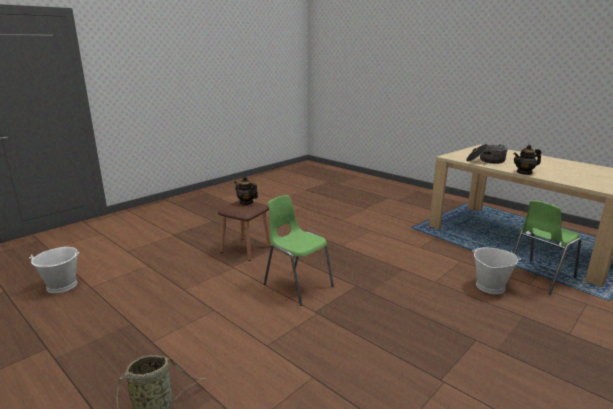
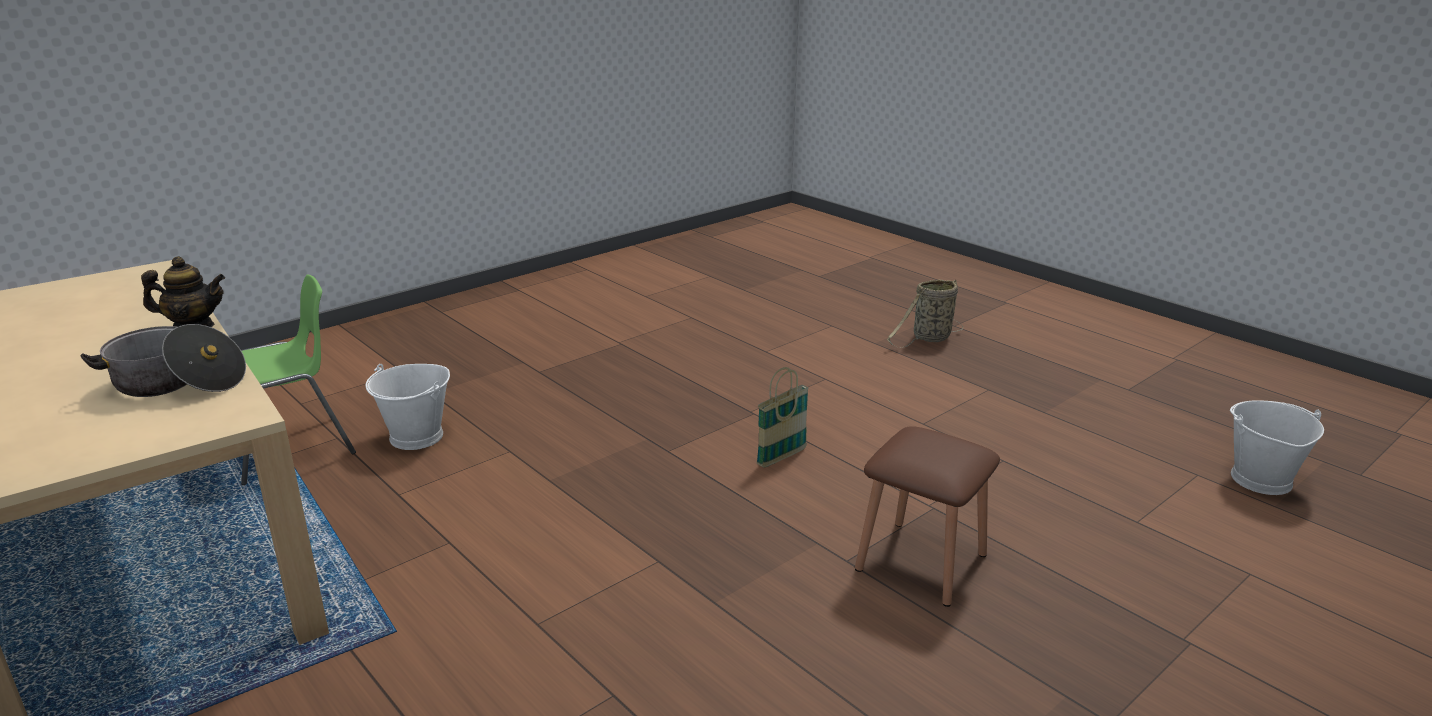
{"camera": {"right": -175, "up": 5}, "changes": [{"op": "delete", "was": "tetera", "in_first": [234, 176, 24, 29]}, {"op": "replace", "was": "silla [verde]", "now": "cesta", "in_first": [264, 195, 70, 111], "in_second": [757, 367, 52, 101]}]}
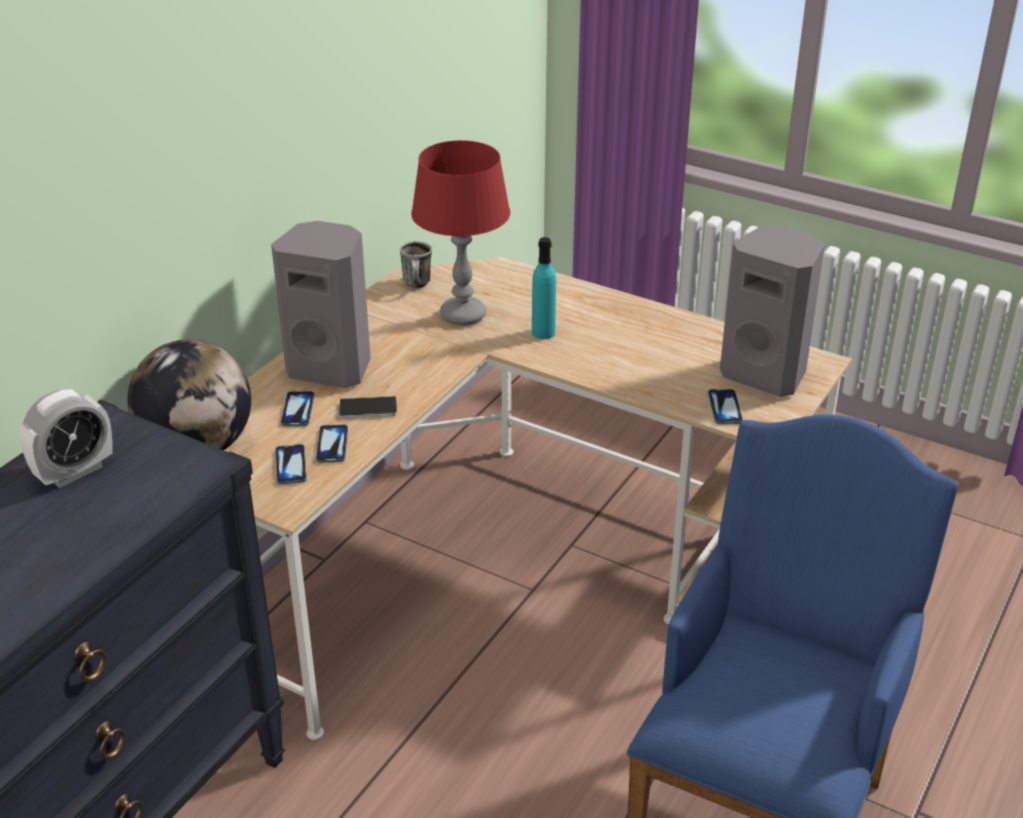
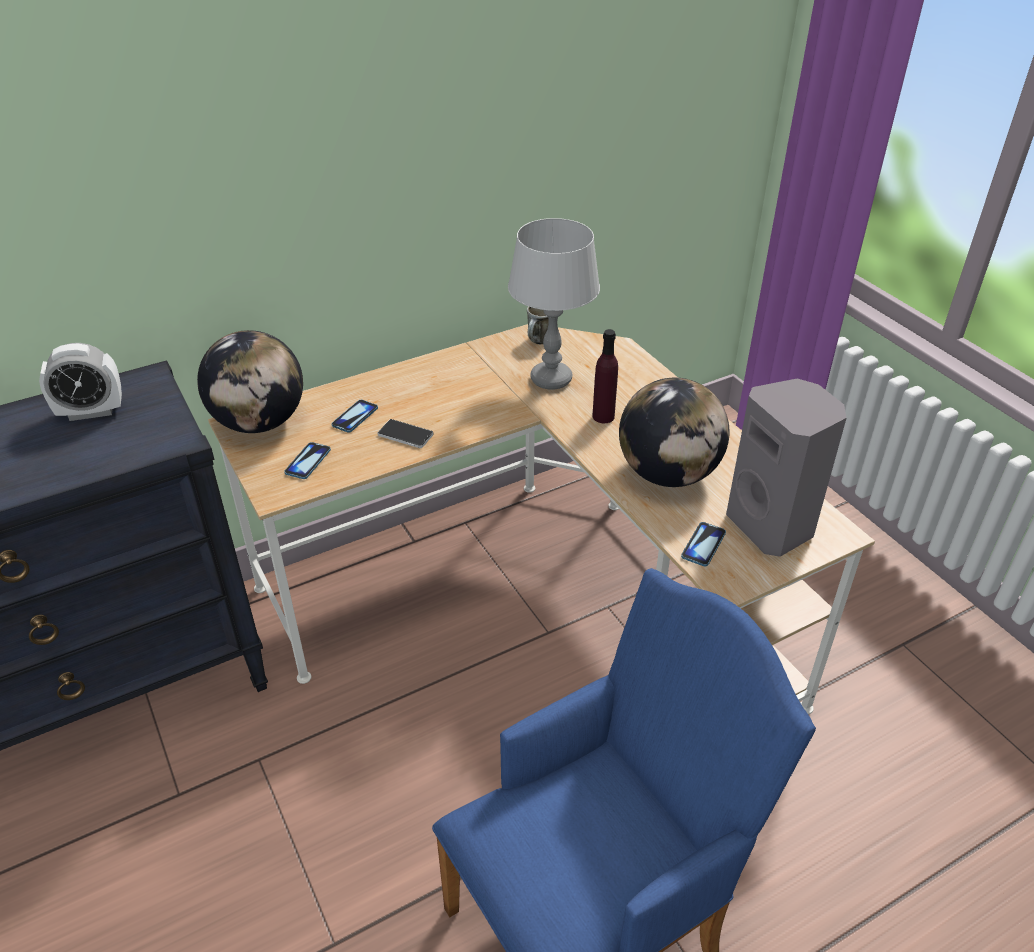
{"camera": {"right": 30, "up": 5}, "changes": [{"op": "delete", "was": "altavoz [gris]", "in_first": [271, 221, 100, 167]}, {"op": "delete", "was": "móvil", "in_first": [316, 425, 32, 37]}, {"op": "insert", "now": "globo terráqueo", "in_second": [619, 378, 110, 109]}, {"op": "recolor", "was": "lámpara de mesa [rojo]", "now": "lámpara de mesa [gris]", "in_first": [411, 140, 99, 186], "in_second": [508, 218, 92, 172]}, {"op": "recolor", "was": "botella [turquesa]", "now": "botella [morado]", "in_first": [532, 237, 24, 102], "in_second": [593, 329, 25, 94]}]}
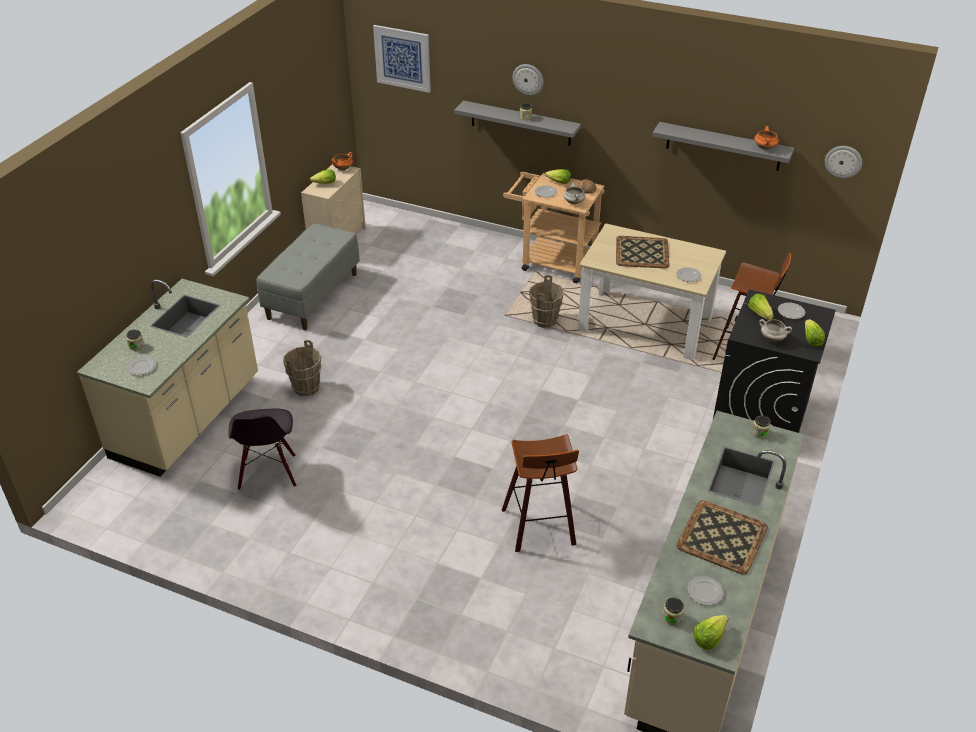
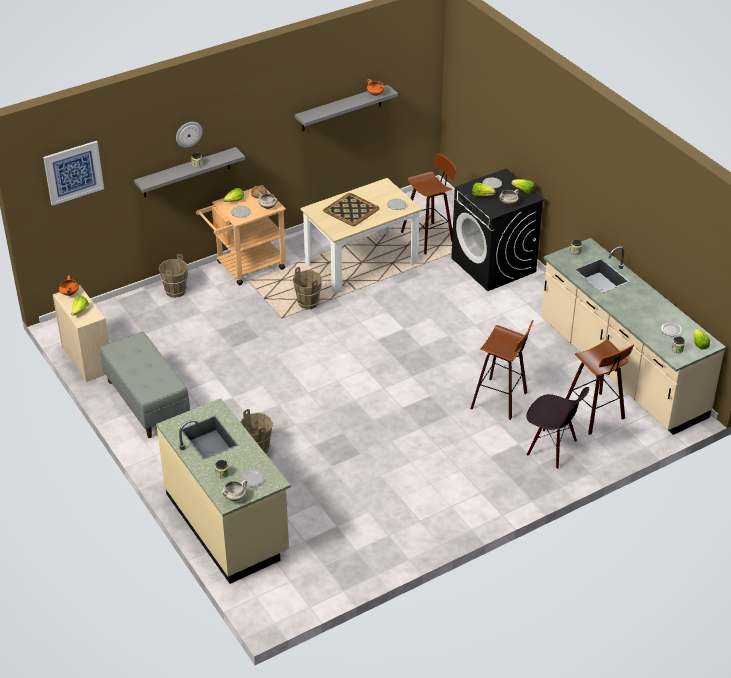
{"camera": {"right": -55, "up": 0}, "changes": [{"op": "delete", "was": "bandeja", "in_first": [676, 500, 92, 74]}, {"op": "delete", "was": "reloj de pared", "in_first": [825, 146, 37, 32]}, {"op": "insert", "now": "cubo [marrón]", "in_second": [159, 254, 29, 44]}, {"op": "insert", "now": "olla [blanco]", "in_second": [222, 480, 25, 21]}, {"op": "insert", "now": "taburete", "in_second": [566, 339, 68, 96]}, {"op": "move", "was": "silla [negro]", "in_first": [229, 409, 67, 81], "in_second": [526, 387, 63, 82]}]}
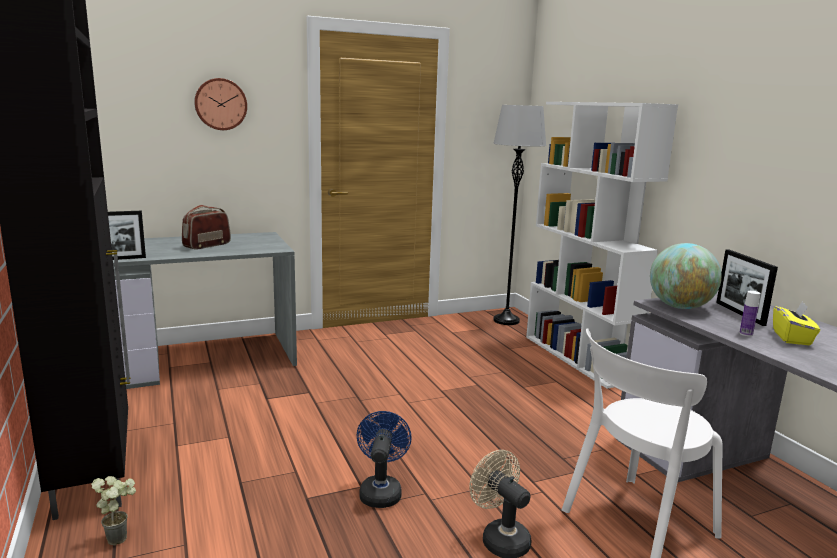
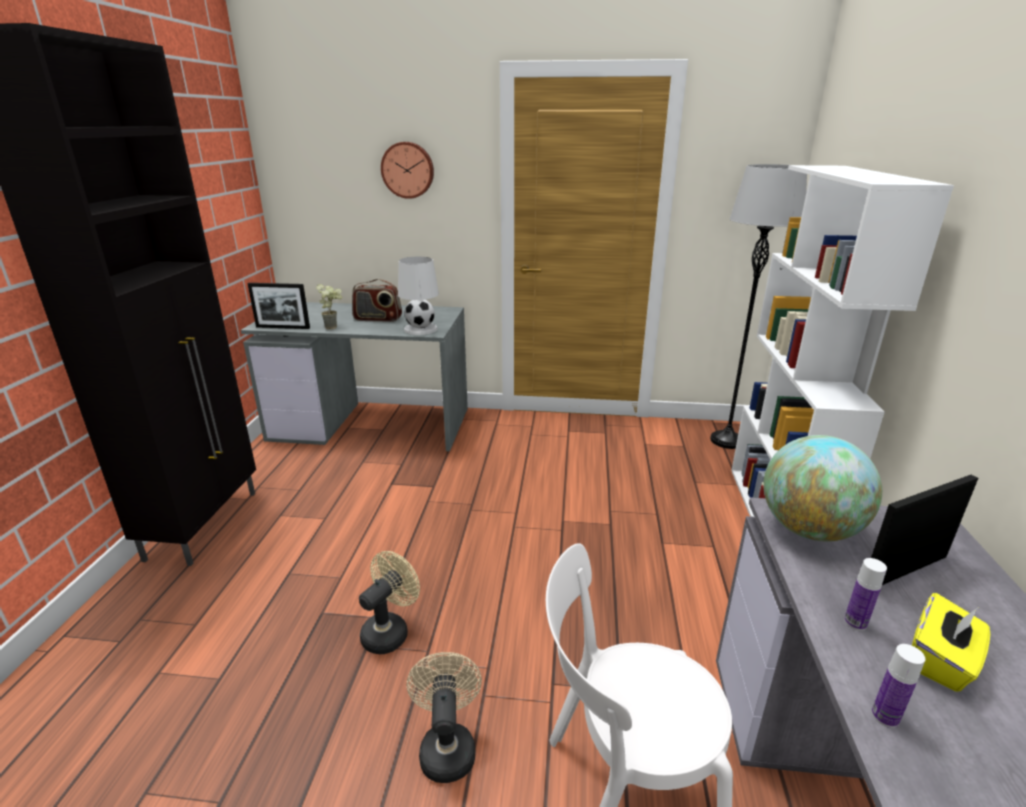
{"camera": {"right": 30, "up": 10}, "changes": [{"op": "insert", "now": "lámpara de mesa [blanco]", "in_second": [398, 257, 41, 78]}, {"op": "insert", "now": "botella", "in_second": [871, 644, 54, 84]}, {"op": "move", "was": "planta en maceta", "in_first": [91, 476, 45, 69], "in_second": [316, 284, 26, 45]}, {"op": "recolor", "was": "ventilador [azul]", "now": "ventilador [beis]", "in_first": [357, 411, 55, 97], "in_second": [359, 551, 61, 103]}, {"op": "rotate", "was": "radio", "in_first": [182, 205, 49, 44], "in_second": [352, 279, 50, 43], "clockwise": -150}, {"op": "rotate", "was": "portarretratos", "in_first": [716, 249, 62, 77], "in_second": [871, 475, 107, 110], "clockwise": 45}]}
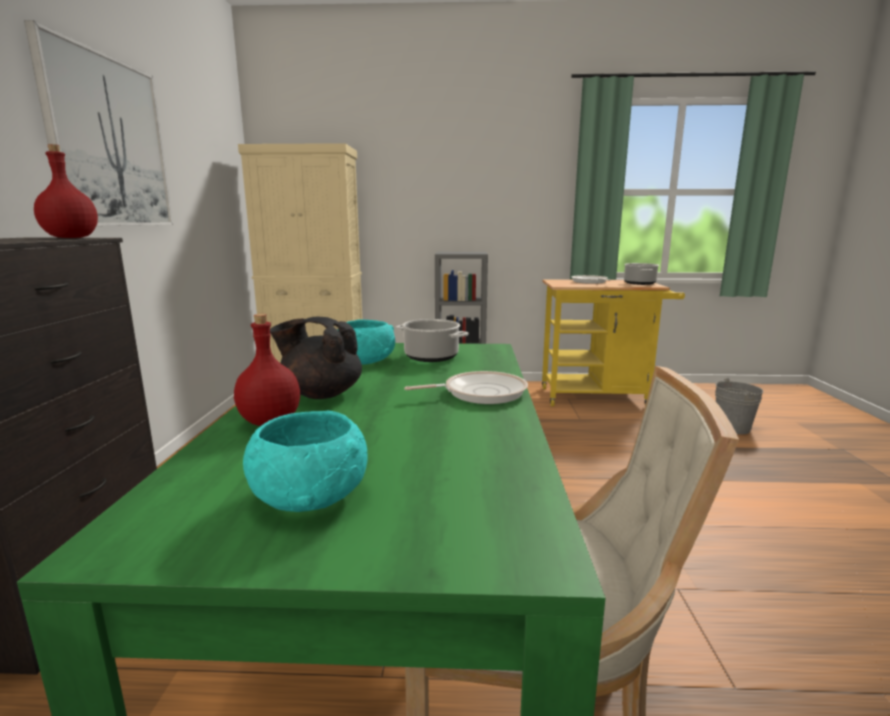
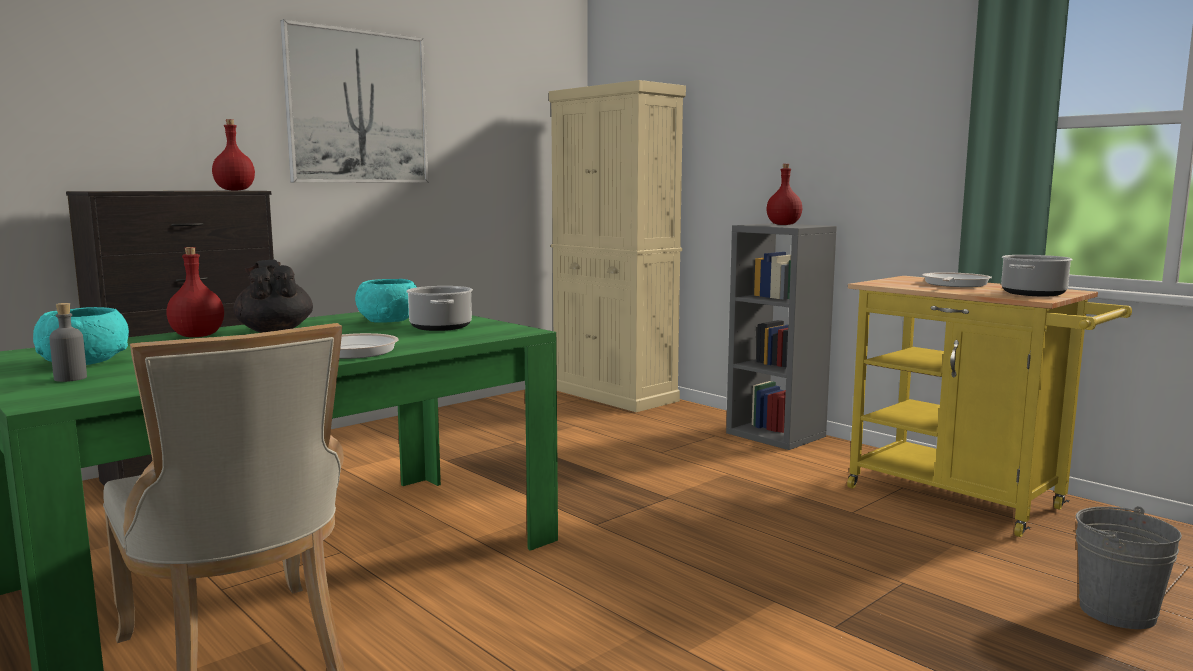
{"camera": {"right": 45, "up": -5}, "changes": [{"op": "insert", "now": "botella [gris]", "in_second": [49, 303, 38, 79]}, {"op": "insert", "now": "botella [rojo]", "in_second": [766, 164, 36, 61]}]}
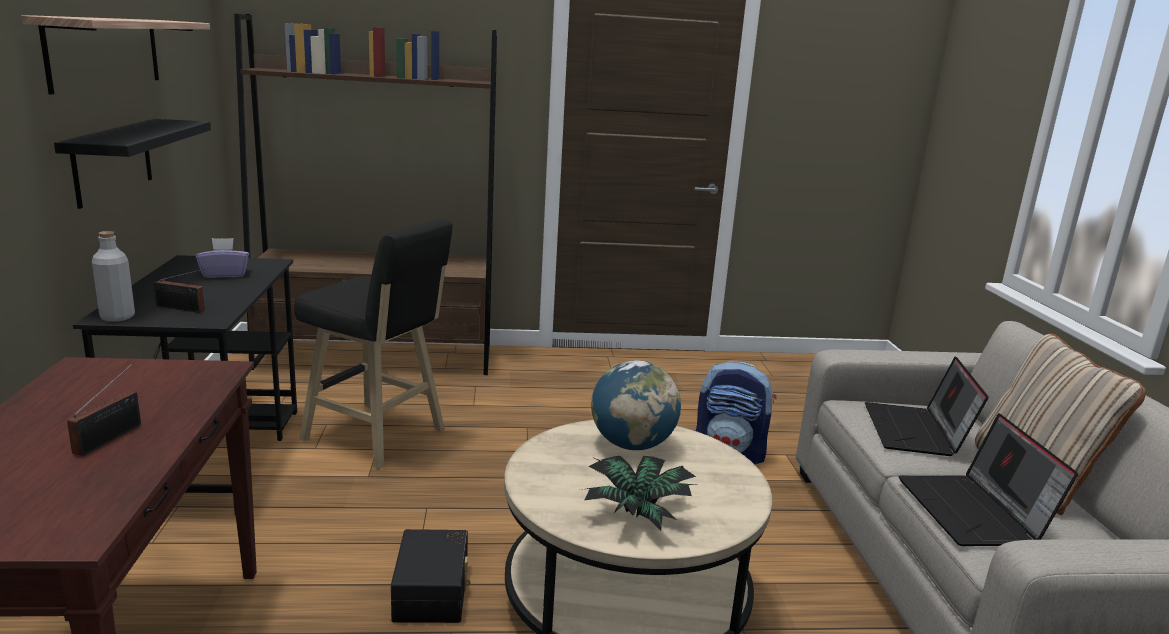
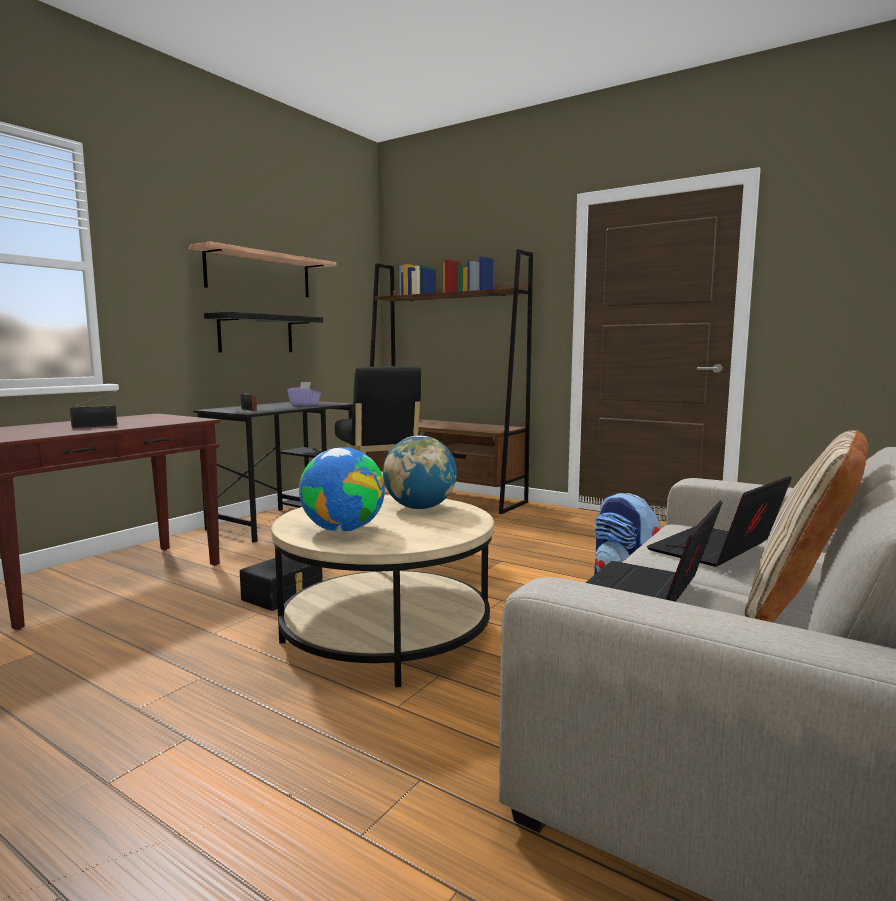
{"camera": {"right": 40, "up": -10}, "changes": [{"op": "delete", "was": "botella [gris]", "in_first": [92, 231, 43, 91]}, {"op": "replace", "was": "planta en maceta", "now": "globo terráqueo", "in_first": [581, 456, 115, 75], "in_second": [299, 448, 86, 84]}]}
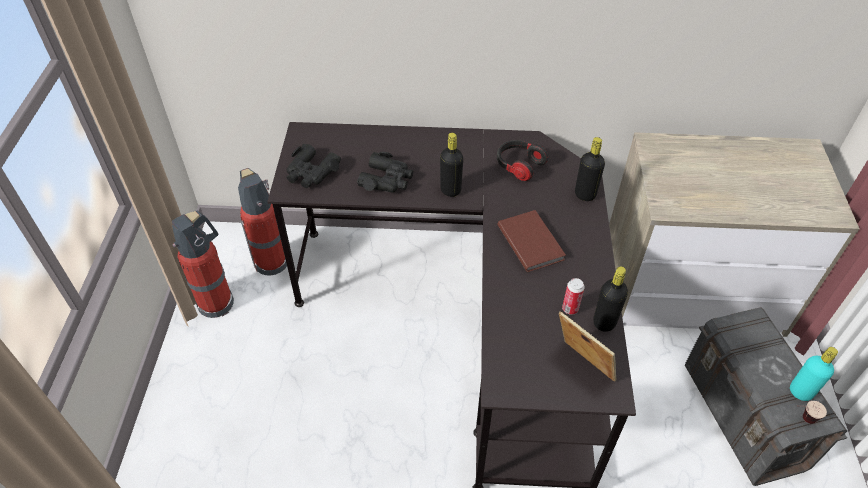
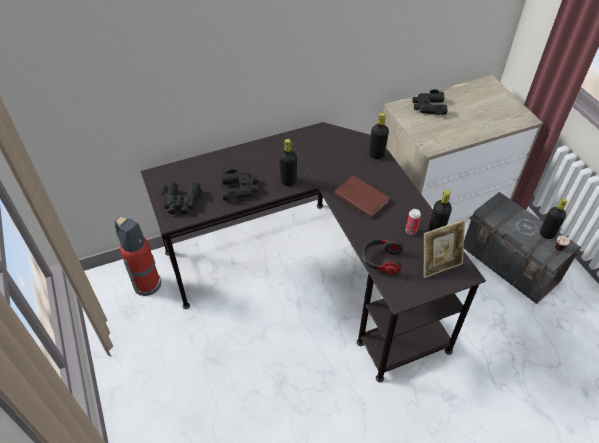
{"camera": {"right": -25, "up": 0}, "changes": [{"op": "delete", "was": "extintor", "in_first": [172, 211, 62, 107]}, {"op": "insert", "now": "prismáticos [negro]", "in_second": [413, 89, 35, 26]}, {"op": "move", "was": "auriculares", "in_first": [497, 140, 51, 41], "in_second": [362, 239, 42, 35]}, {"op": "recolor", "was": "botella [turquesa]", "now": "botella [negro]", "in_first": [790, 347, 48, 54], "in_second": [540, 198, 27, 41]}, {"op": "rotate", "was": "portarretratos", "in_first": [559, 311, 58, 71], "in_second": [424, 220, 41, 58], "clockwise": 135}]}
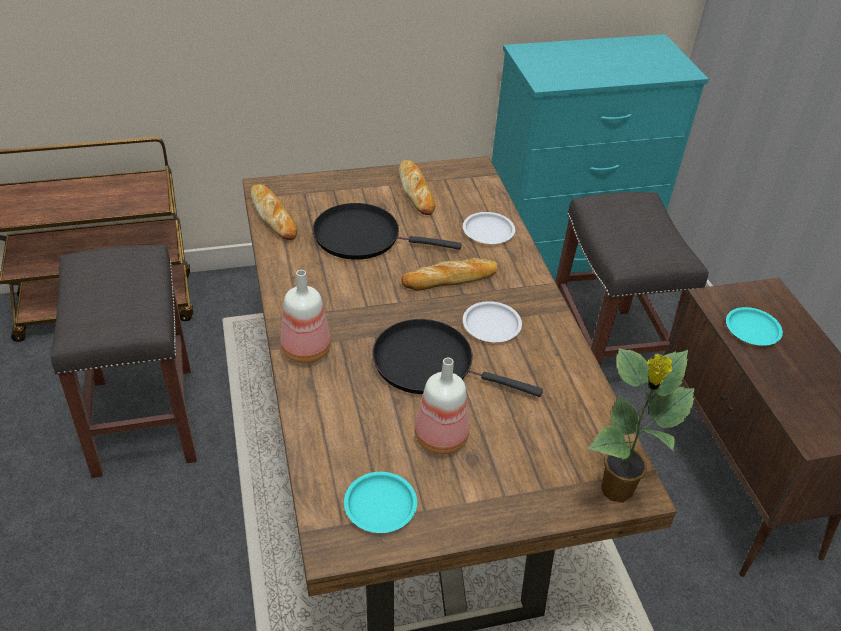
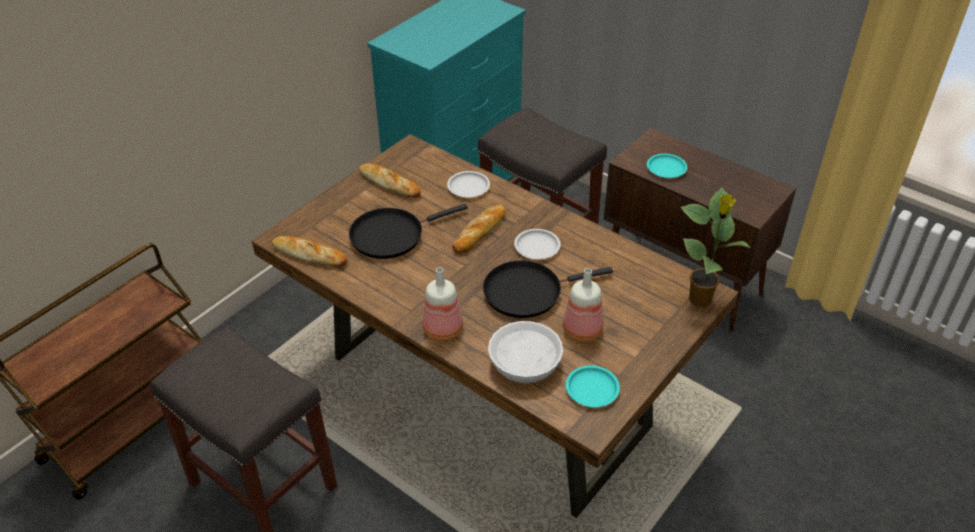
{"camera": {"right": -35, "up": 0}, "changes": [{"op": "insert", "now": "cuenco [blanco]", "in_second": [488, 321, 75, 62]}]}
